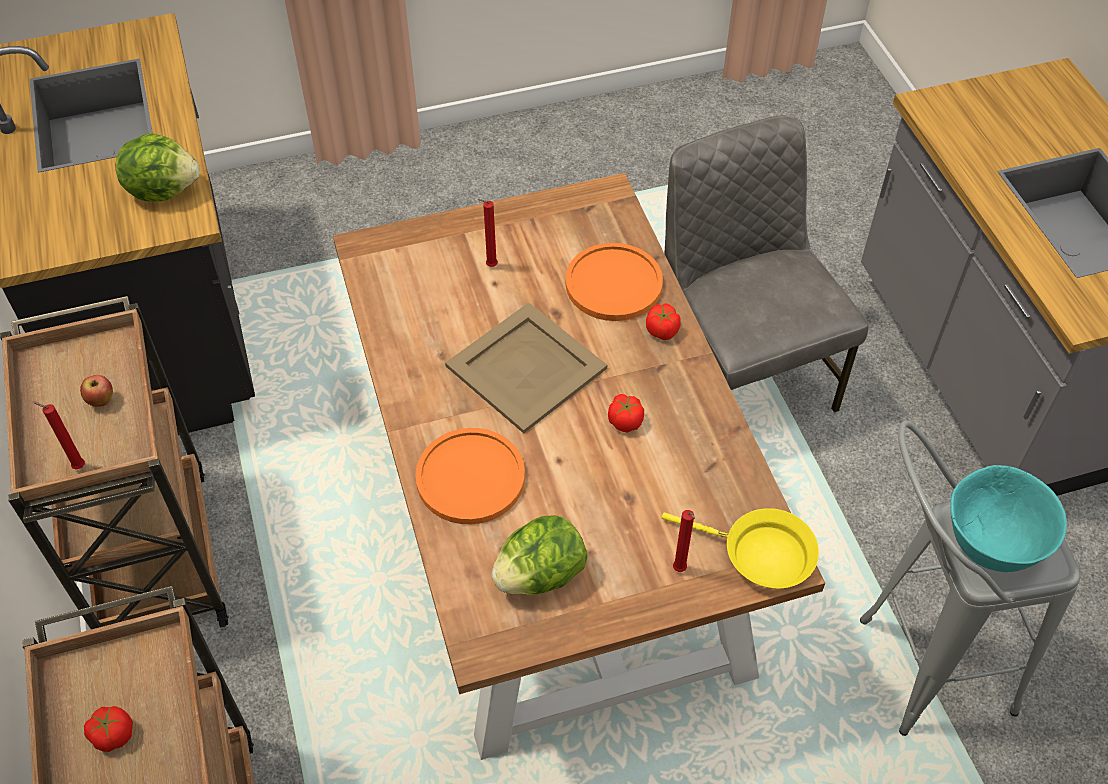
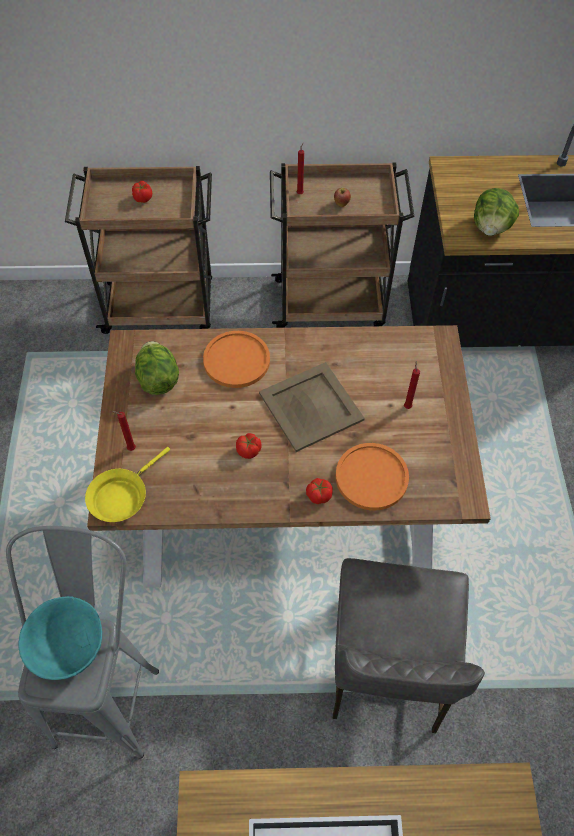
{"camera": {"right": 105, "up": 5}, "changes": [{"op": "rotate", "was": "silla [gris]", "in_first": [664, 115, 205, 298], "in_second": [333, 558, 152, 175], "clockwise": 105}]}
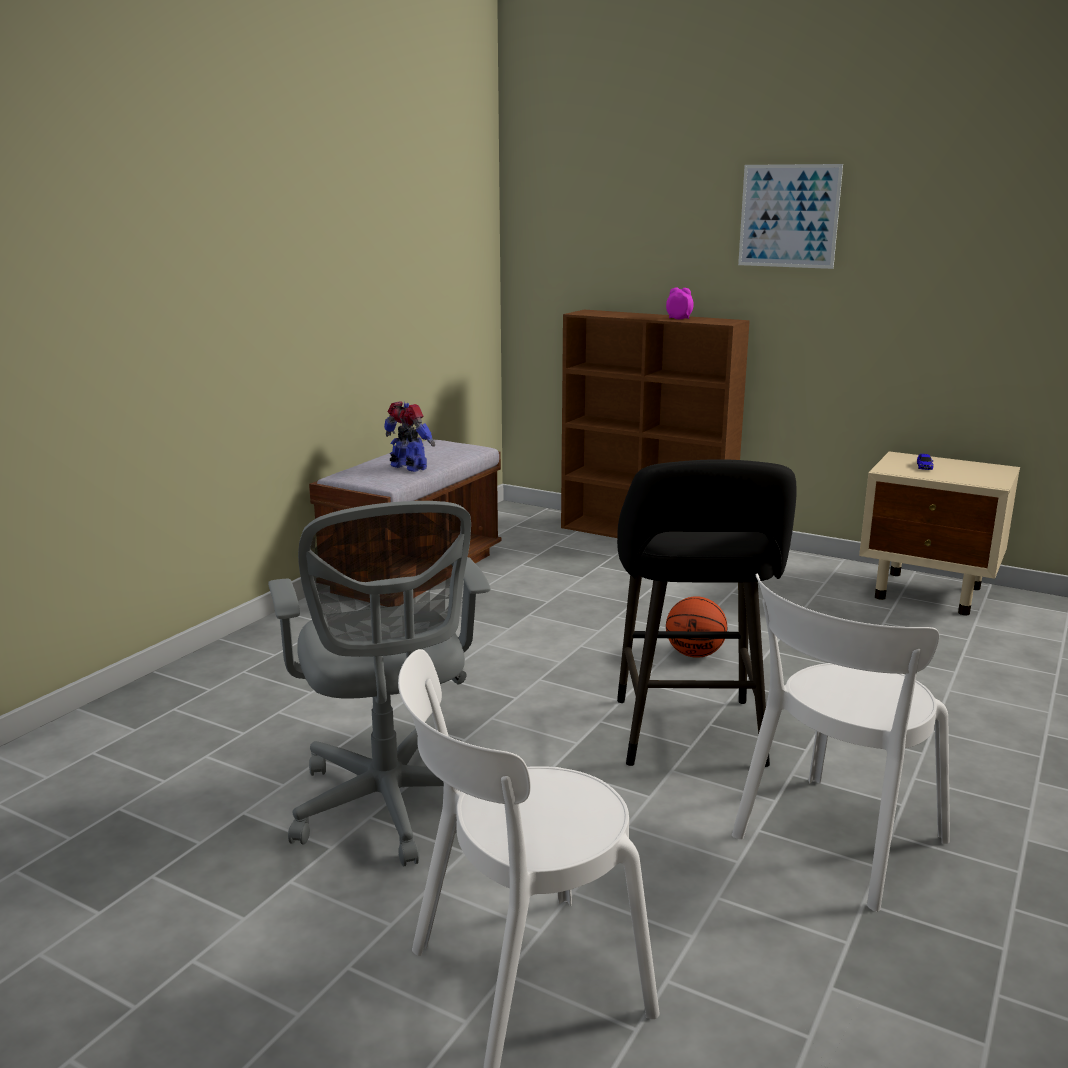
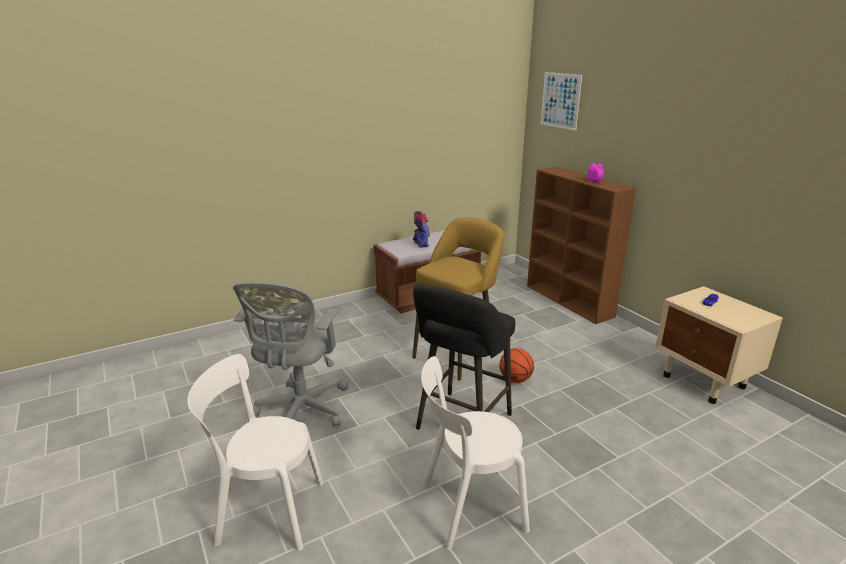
{"camera": {"right": 30, "up": 5}, "changes": [{"op": "insert", "now": "taburete [amarillo]", "in_second": [412, 217, 92, 163]}, {"op": "move", "was": "cuadro", "in_first": [738, 164, 105, 105], "in_second": [541, 72, 41, 59]}]}
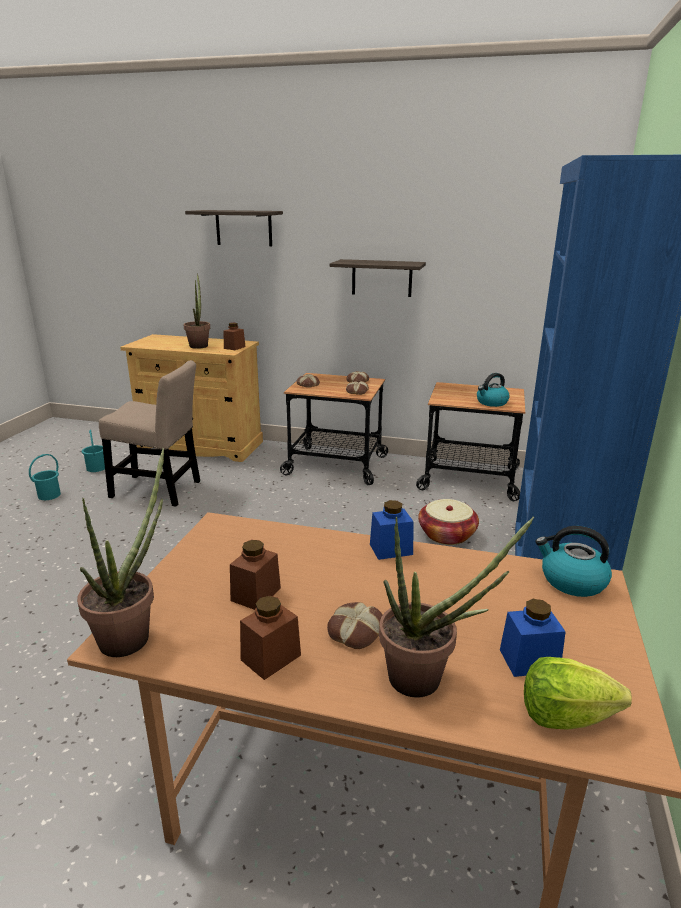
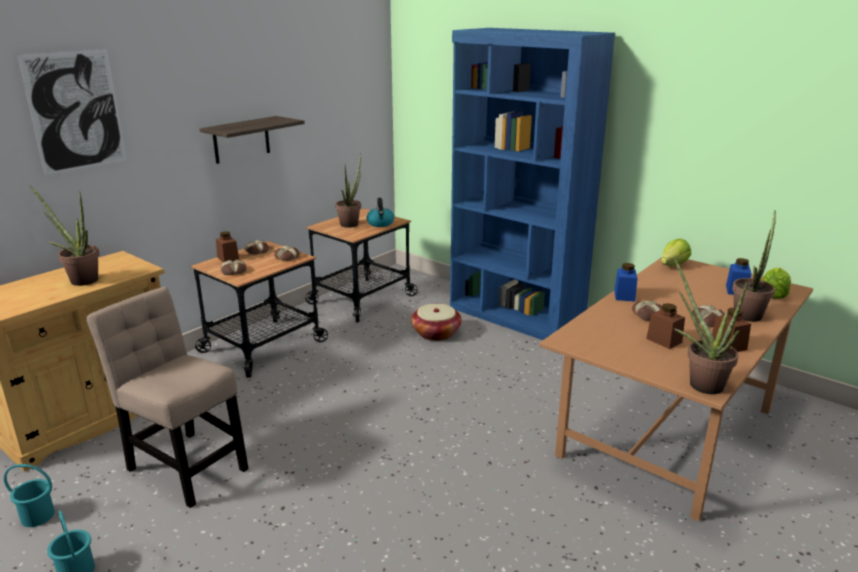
{"camera": {"right": -65, "up": 0}, "changes": [{"op": "insert", "now": "planta en maceta", "in_second": [335, 153, 26, 75]}, {"op": "insert", "now": "pan", "in_second": [632, 300, 30, 21]}, {"op": "move", "was": "tarro [marrón]", "in_first": [223, 323, 22, 27], "in_second": [216, 231, 23, 32]}, {"op": "replace", "was": "estante", "now": "cuadro", "in_first": [185, 210, 98, 36], "in_second": [18, 49, 109, 126]}, {"op": "replace", "was": "hervidor", "now": "lechuga", "in_first": [535, 526, 77, 71], "in_second": [661, 239, 30, 27]}, {"op": "rotate", "was": "silla [beis]", "in_first": [99, 360, 101, 147], "in_second": [87, 287, 162, 221], "clockwise": -90}]}
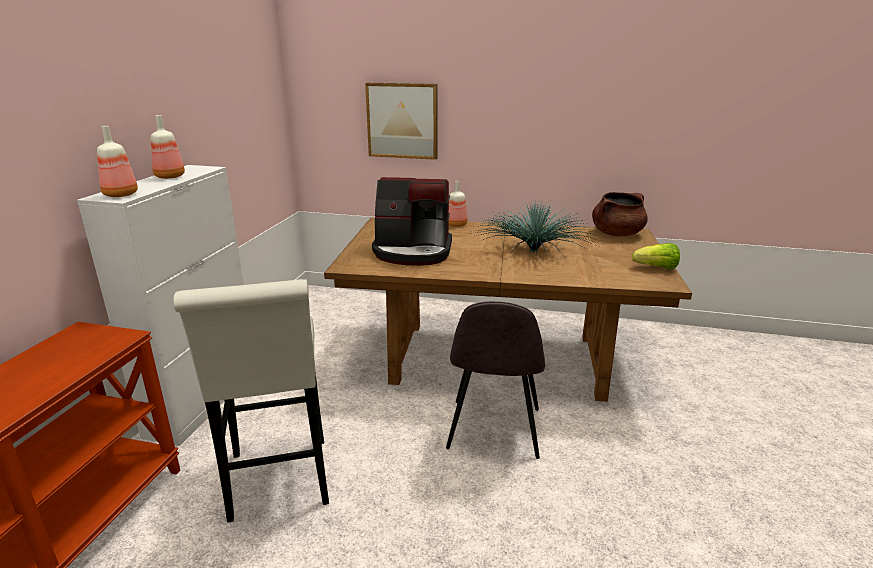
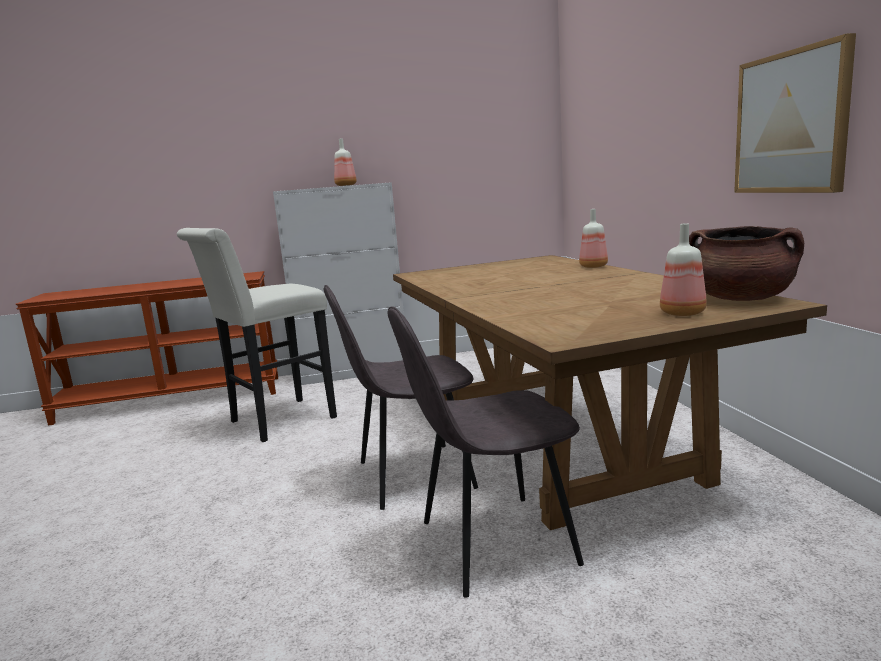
{"camera": {"right": 65, "up": -10}, "changes": [{"op": "delete", "was": "cafetera", "in_first": [372, 177, 80, 89]}, {"op": "delete", "was": "planta en maceta", "in_first": [471, 202, 129, 54]}, {"op": "delete", "was": "lechuga", "in_first": [632, 243, 48, 26]}, {"op": "insert", "now": "silla [gris]", "in_second": [387, 307, 197, 291]}, {"op": "move", "was": "botella", "in_first": [97, 126, 41, 71], "in_second": [660, 223, 47, 93]}, {"op": "move", "was": "cuadro", "in_first": [365, 83, 72, 77], "in_second": [734, 33, 122, 160]}]}
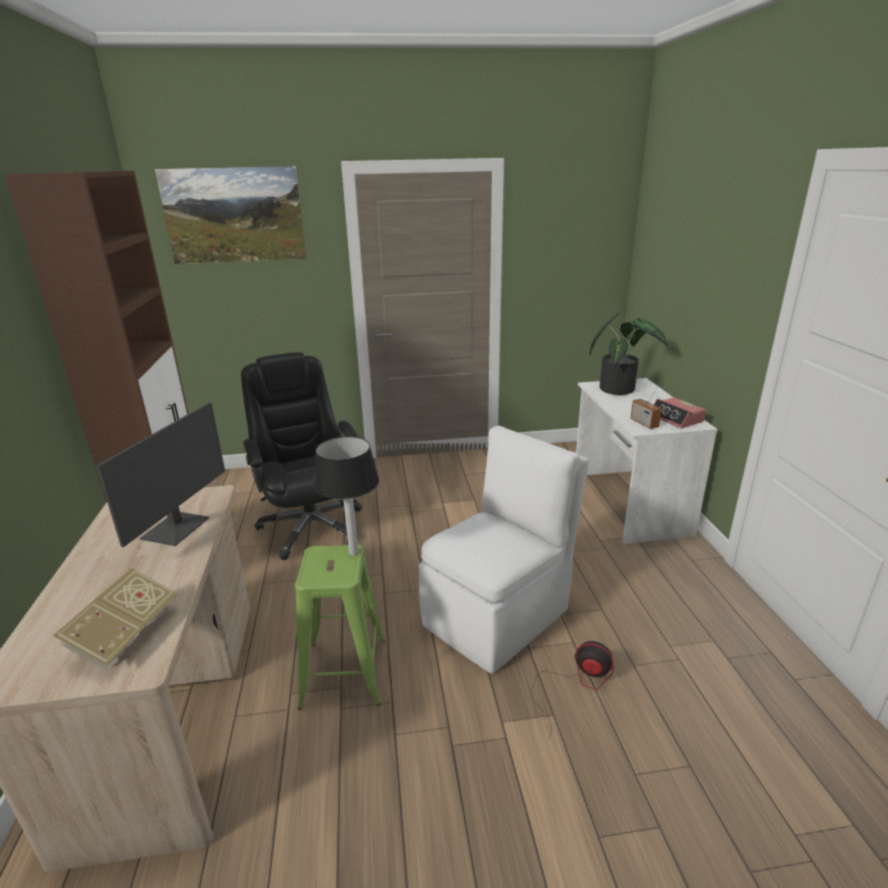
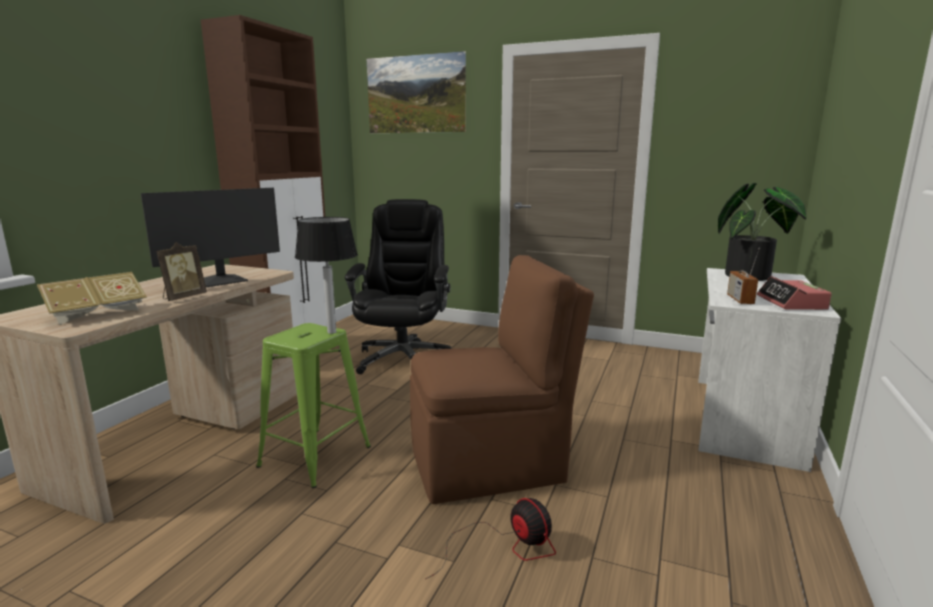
{"camera": {"right": 30, "up": -10}, "changes": [{"op": "insert", "now": "portarretratos", "in_second": [156, 242, 51, 59]}, {"op": "recolor", "was": "silla [blanco]", "now": "silla [marrón]", "in_first": [419, 426, 170, 248], "in_second": [410, 255, 184, 249]}]}
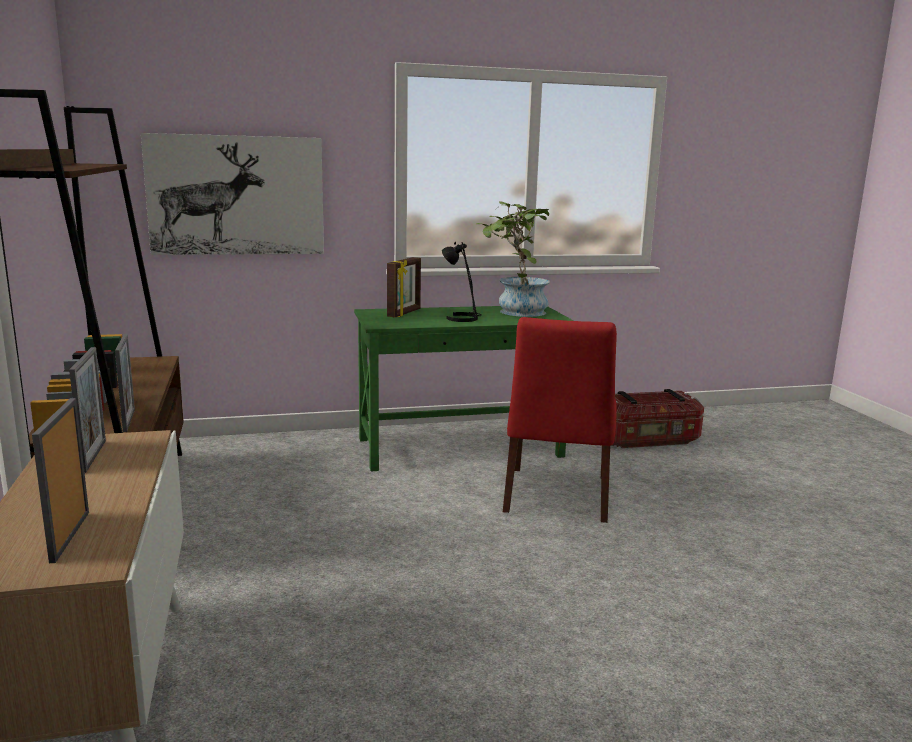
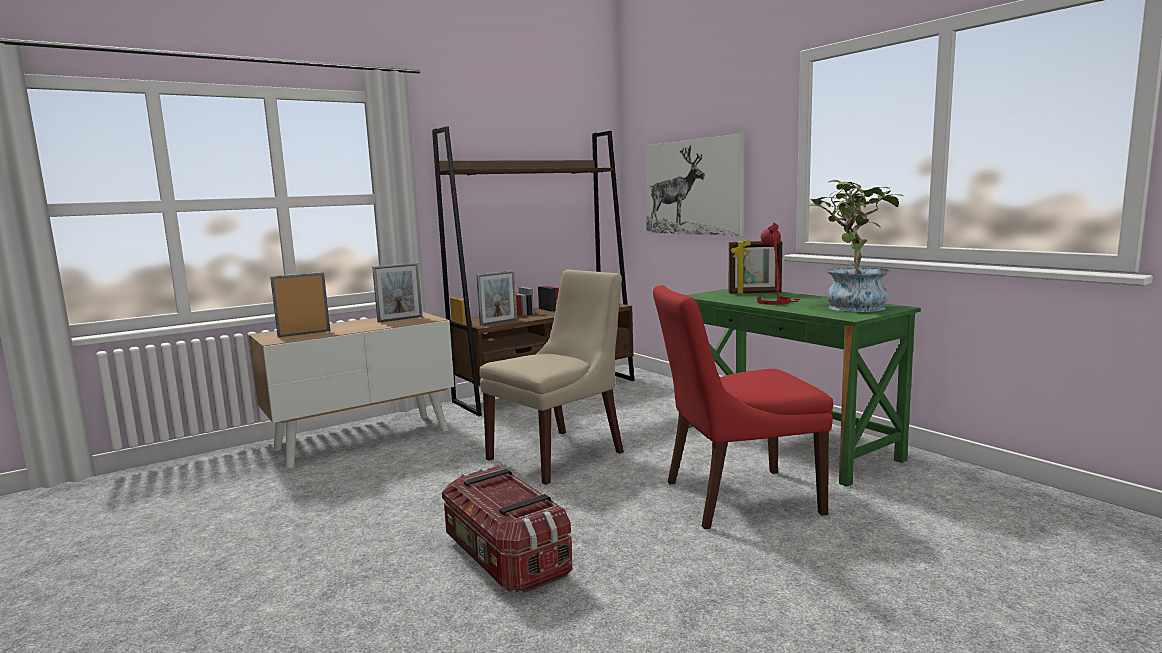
{"camera": {"right": 70, "up": -5}, "changes": [{"op": "insert", "now": "silla [beis]", "in_second": [479, 269, 145, 216]}, {"op": "move", "was": "caja de almacenaje", "in_first": [612, 389, 92, 59], "in_second": [442, 466, 131, 127]}, {"op": "recolor", "was": "lámpara de mesa [negro]", "now": "lámpara de mesa [rojo]", "in_first": [442, 242, 40, 80], "in_second": [757, 223, 43, 82]}]}
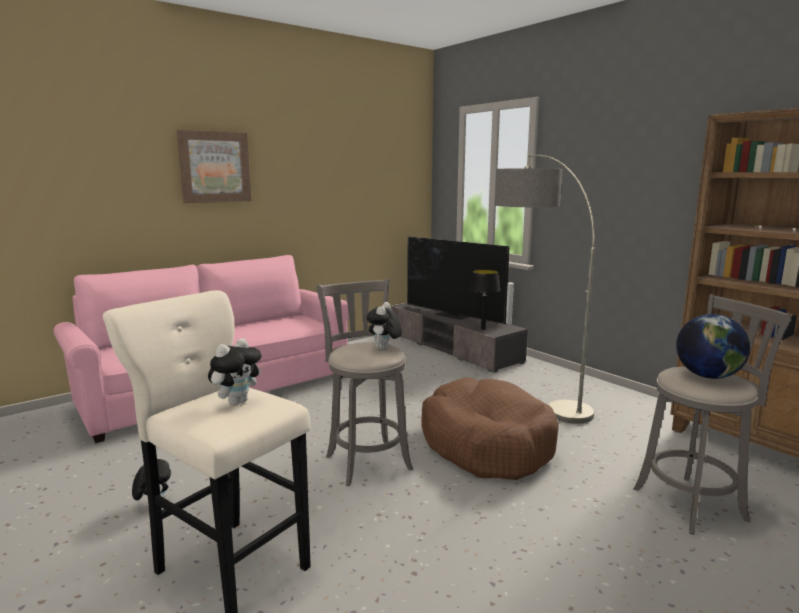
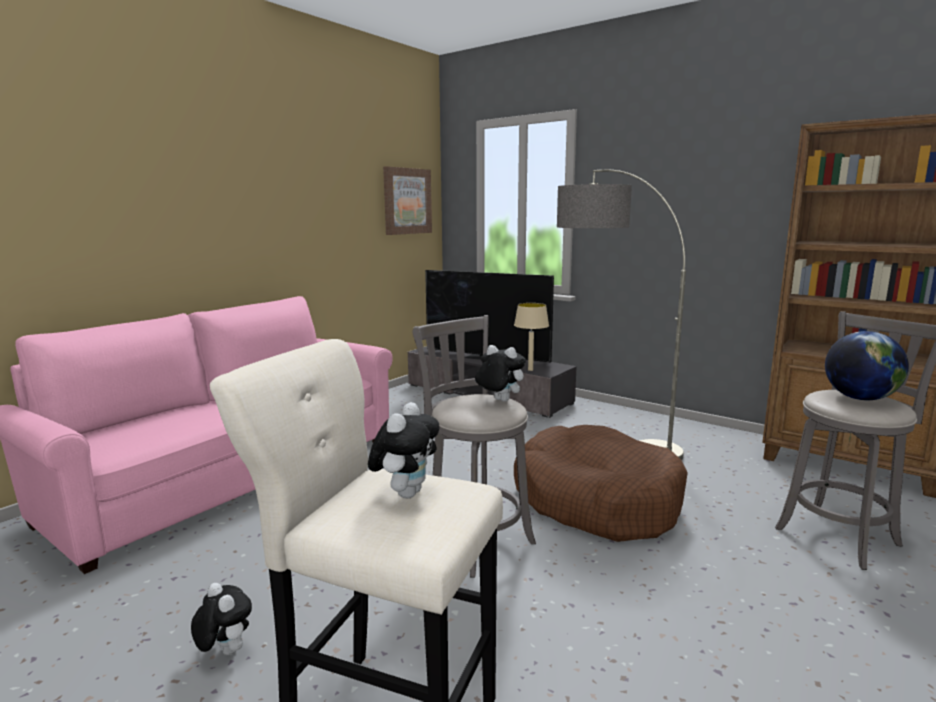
{"camera": {"right": -15, "up": 0}, "changes": [{"op": "move", "was": "cuadro", "in_first": [177, 130, 74, 73], "in_second": [383, 166, 49, 69]}, {"op": "recolor", "was": "lámpara de mesa [negro]", "now": "lámpara de mesa [beis]", "in_first": [469, 269, 31, 61], "in_second": [514, 303, 35, 68]}, {"op": "rotate", "was": "peluche", "in_first": [367, 302, 35, 47], "in_second": [475, 345, 51, 57], "clockwise": 120}]}
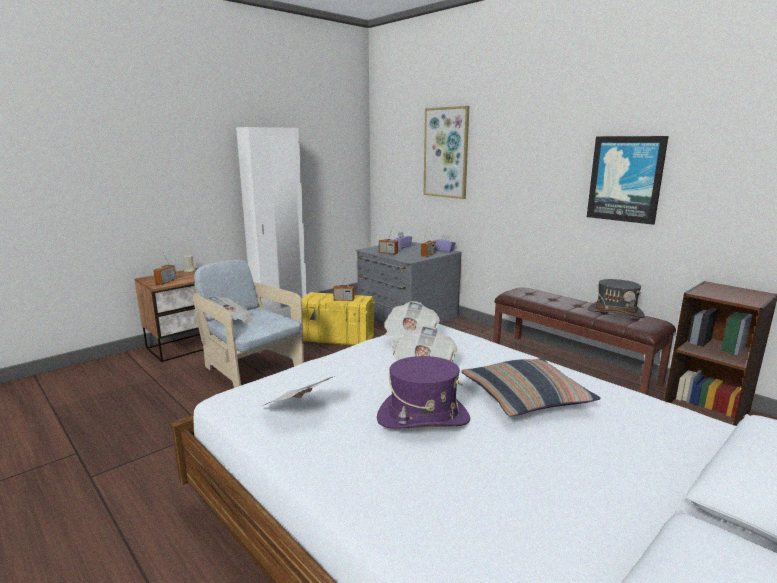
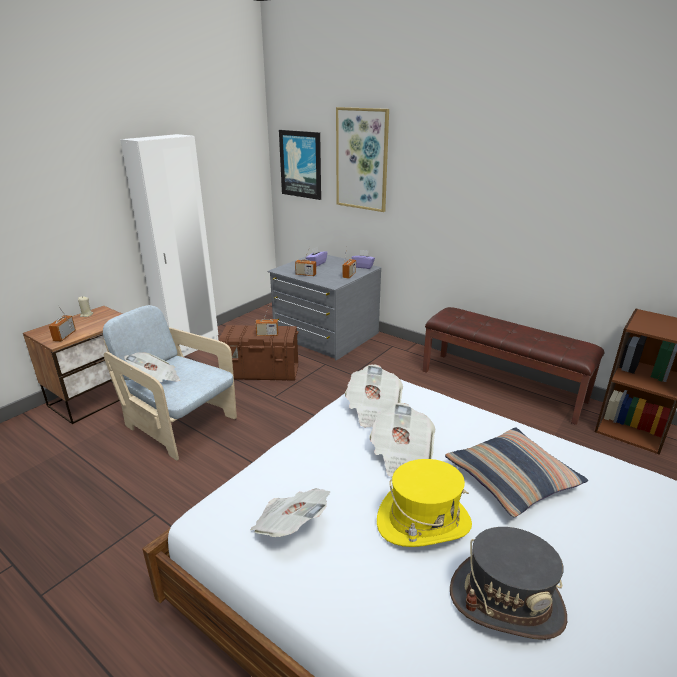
{"camera": {"right": -10, "up": 10}, "changes": [{"op": "move", "was": "cuadro", "in_first": [587, 136, 81, 89], "in_second": [279, 130, 42, 70]}, {"op": "move", "was": "sombrero [gris]", "in_first": [588, 279, 57, 39], "in_second": [450, 527, 117, 113]}, {"op": "recolor", "was": "caja de almacenaje [amarillo]", "now": "caja de almacenaje [marrón]", "in_first": [302, 292, 73, 53], "in_second": [219, 325, 79, 56]}, {"op": "recolor", "was": "sombrero [morado]", "now": "sombrero [amarillo]", "in_first": [377, 356, 93, 73], "in_second": [377, 459, 95, 88]}]}
